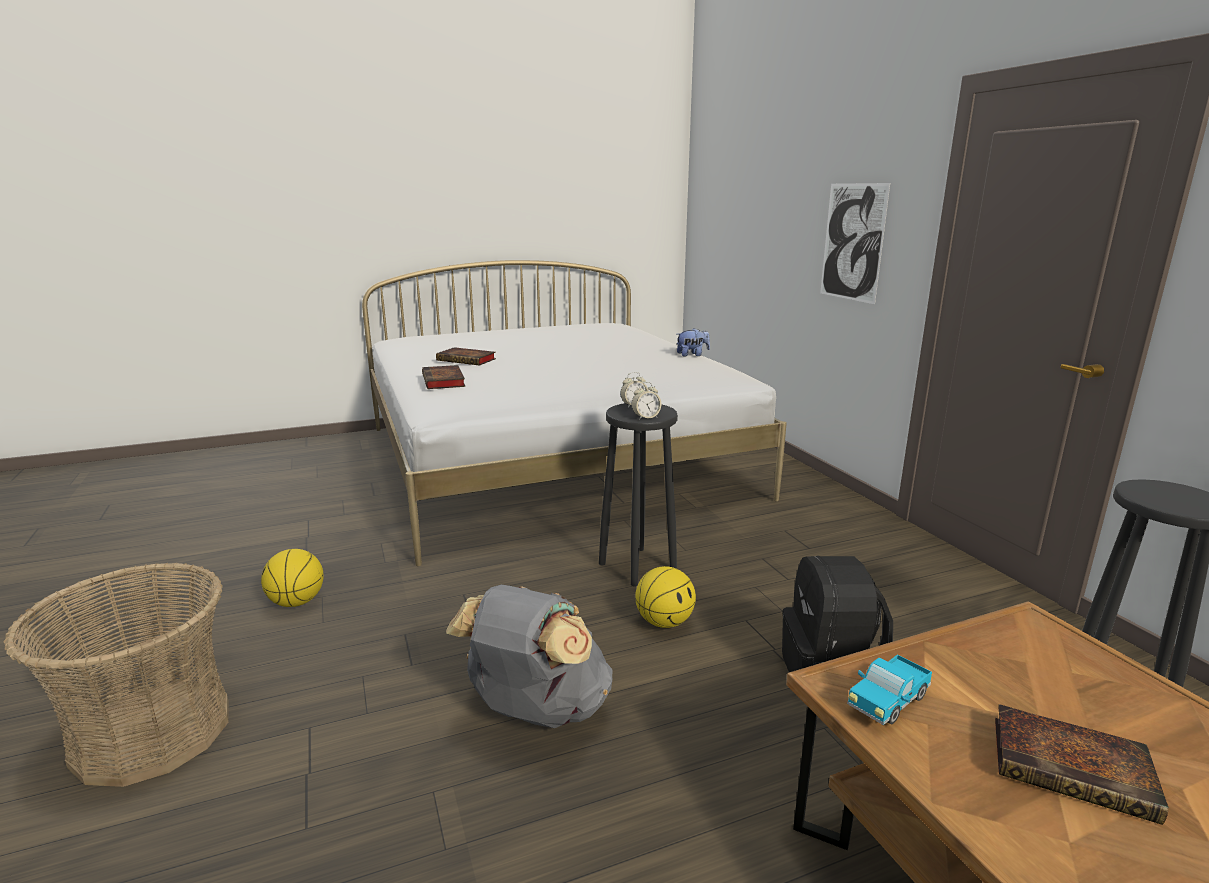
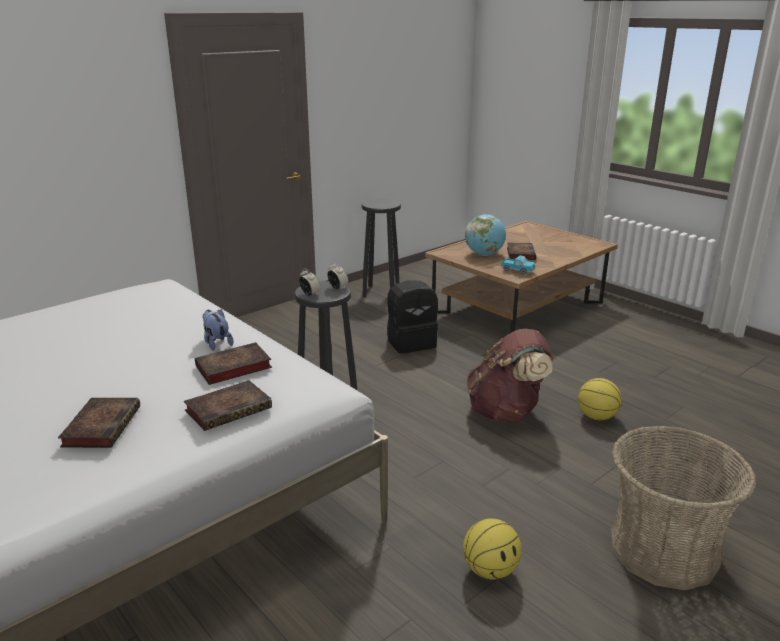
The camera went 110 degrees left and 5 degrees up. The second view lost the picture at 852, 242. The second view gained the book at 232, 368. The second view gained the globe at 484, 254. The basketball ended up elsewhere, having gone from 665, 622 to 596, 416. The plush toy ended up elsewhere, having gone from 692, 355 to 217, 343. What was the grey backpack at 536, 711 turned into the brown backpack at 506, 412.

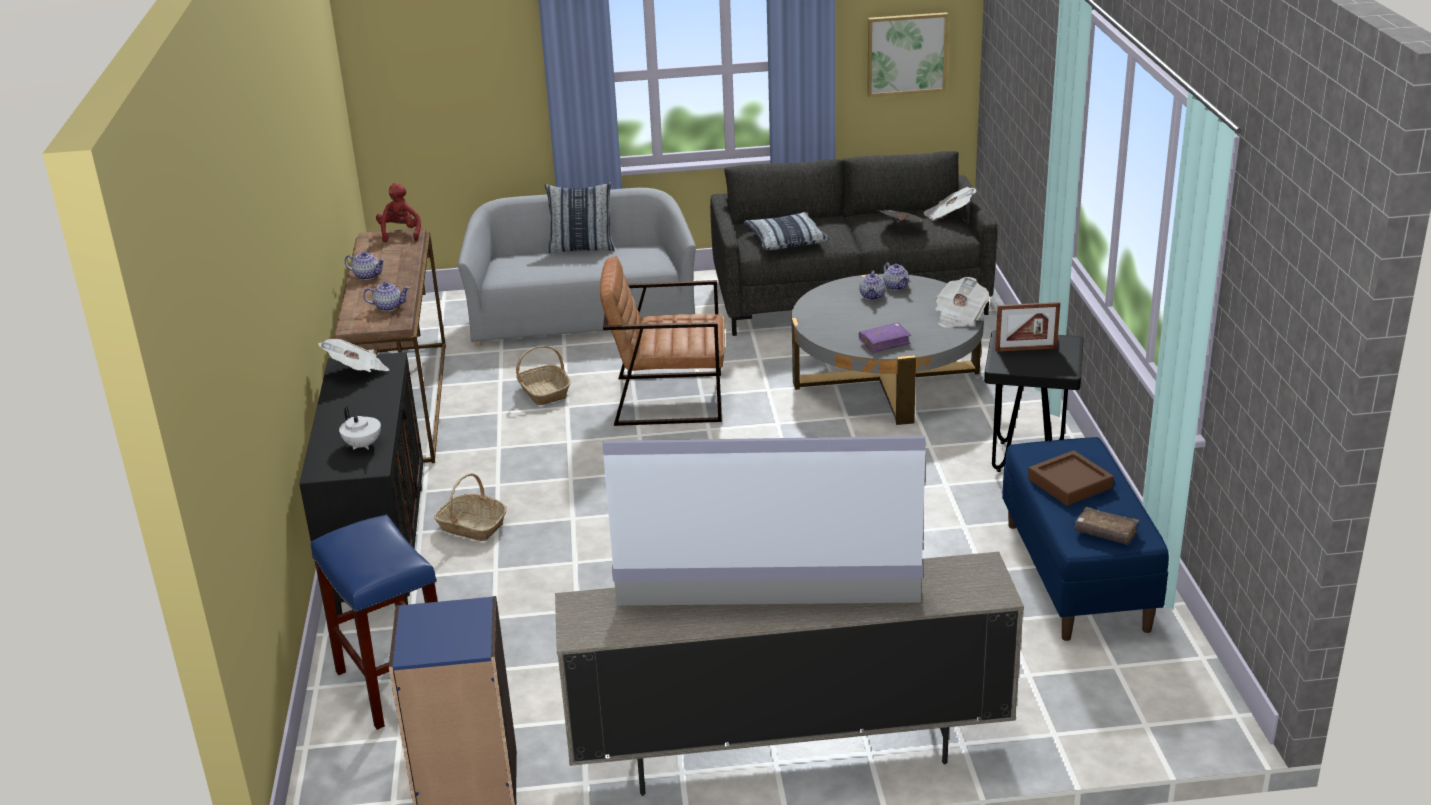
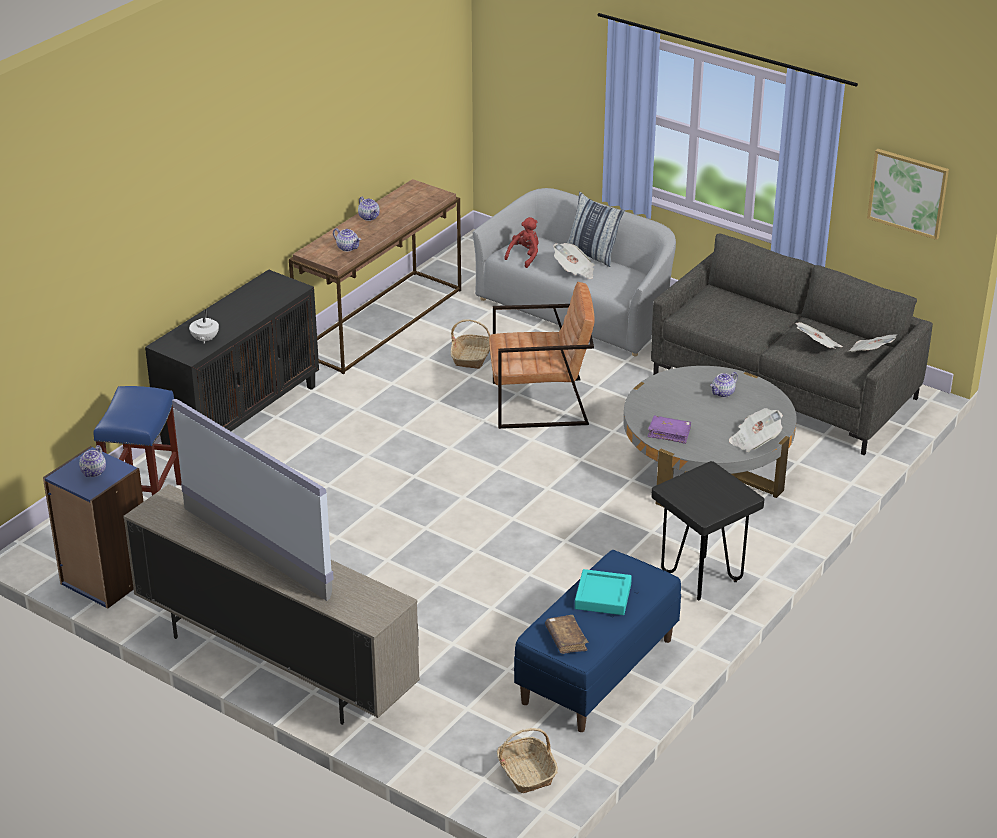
The camera went 40 degrees right and 5 degrees up. The second view lost the pillow at 786, 240. The second view lost the picture frame at 1026, 349. The newspaper ended up elsewhere, having gone from 357, 371 to 574, 271. The red plush toy ended up elsewhere, having gone from 400, 233 to 525, 256. The basket ended up elsewhere, having gone from 471, 526 to 526, 772. The teapot ended up elsewhere, having gone from 896, 286 to 94, 472. What was the brown tray at 1070, 483 turned into the turquoise tray at 603, 596. The brown armchair at 668, 398 ended up facing another way, 135 degrees clockwise from before.

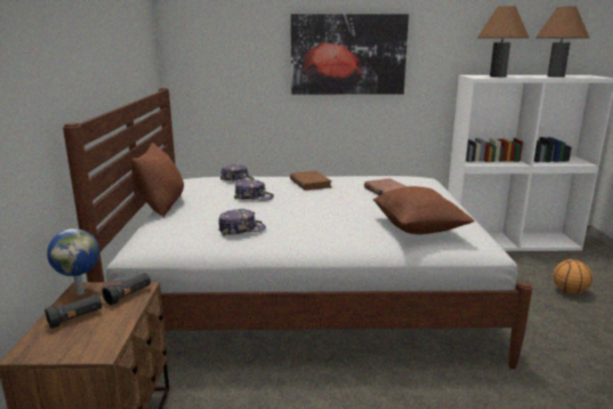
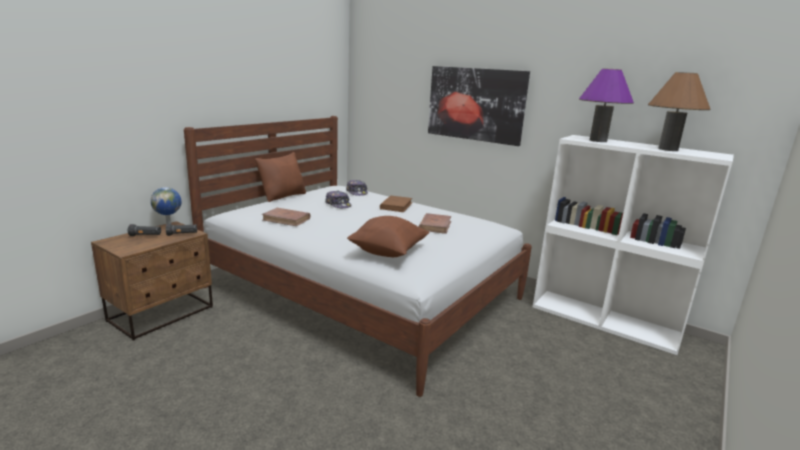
The camera went 35 degrees right and 0 degrees up. The second view lost the basketball at 570, 292. Where the cap stood at 241, 229, the brown book came to stand at 286, 219. What was the brown table lamp at 497, 76 turned into the purple table lamp at 598, 140.

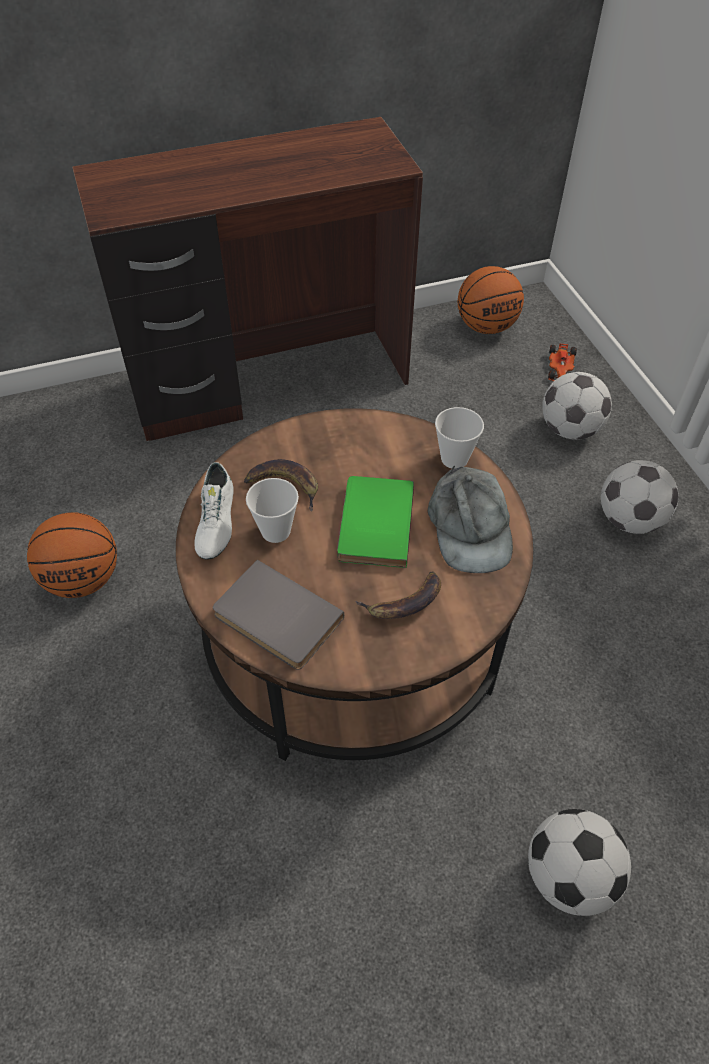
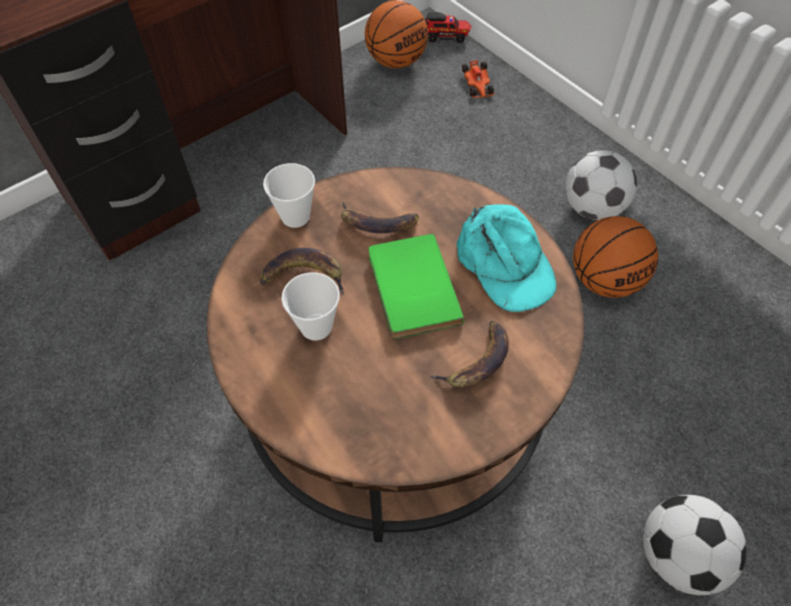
The camera went 20 degrees left and 5 degrees up. The second view lost the white shoe at 215, 523. The second view lost the grey book at 275, 619. The second view lost the football at 569, 429. The second view gained the banana at 376, 223. The second view gained the toy truck at 446, 36. The basketball ended up elsewhere, having gone from 83, 579 to 604, 280. The cup ended up elsewhere, having gone from 454, 459 to 295, 216. What was the grey cap at 469, 527 turned into the turquoise cap at 504, 264.

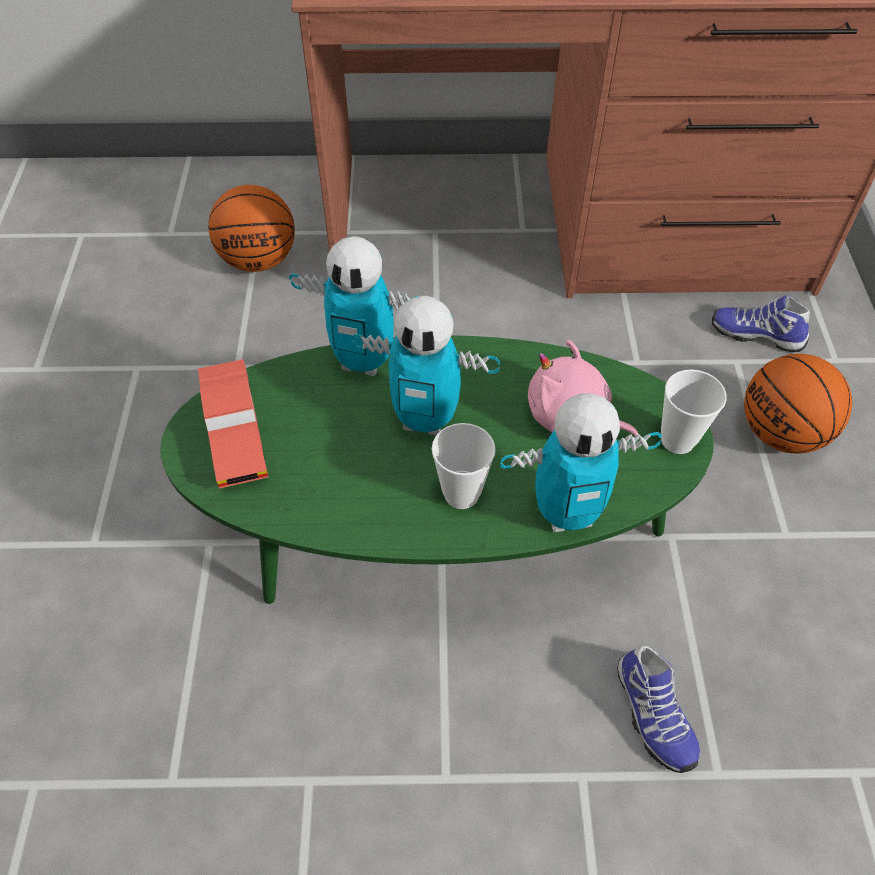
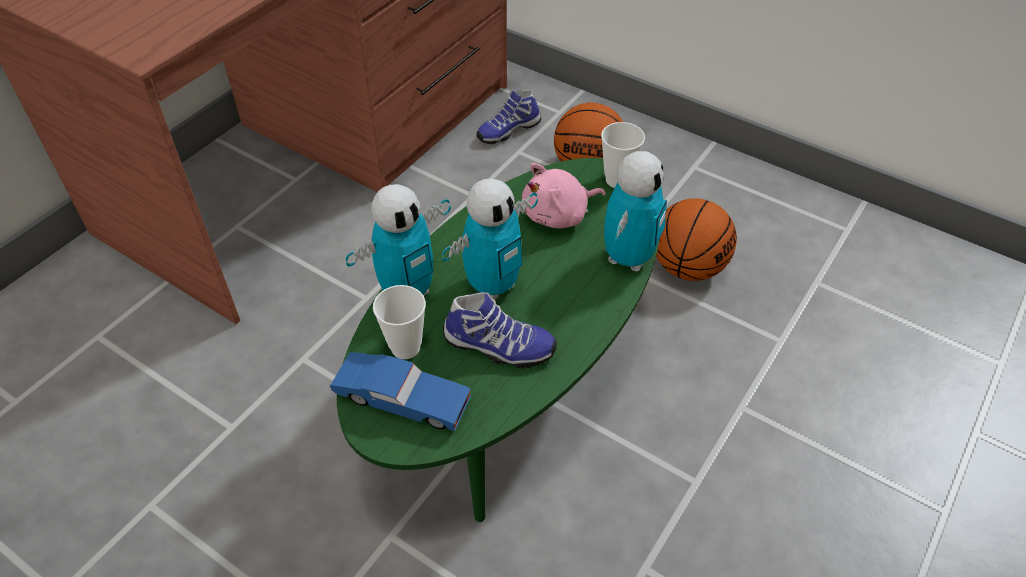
The camera went 55 degrees left and 5 degrees down. The basketball ended up elsewhere, having gone from 258, 260 to 687, 267. The cup ended up elsewhere, having gone from 461, 494 to 405, 347. The shoe ended up elsewhere, having gone from 651, 715 to 498, 347. What was the red toy car at 235, 433 turned into the blue toy car at 402, 401.

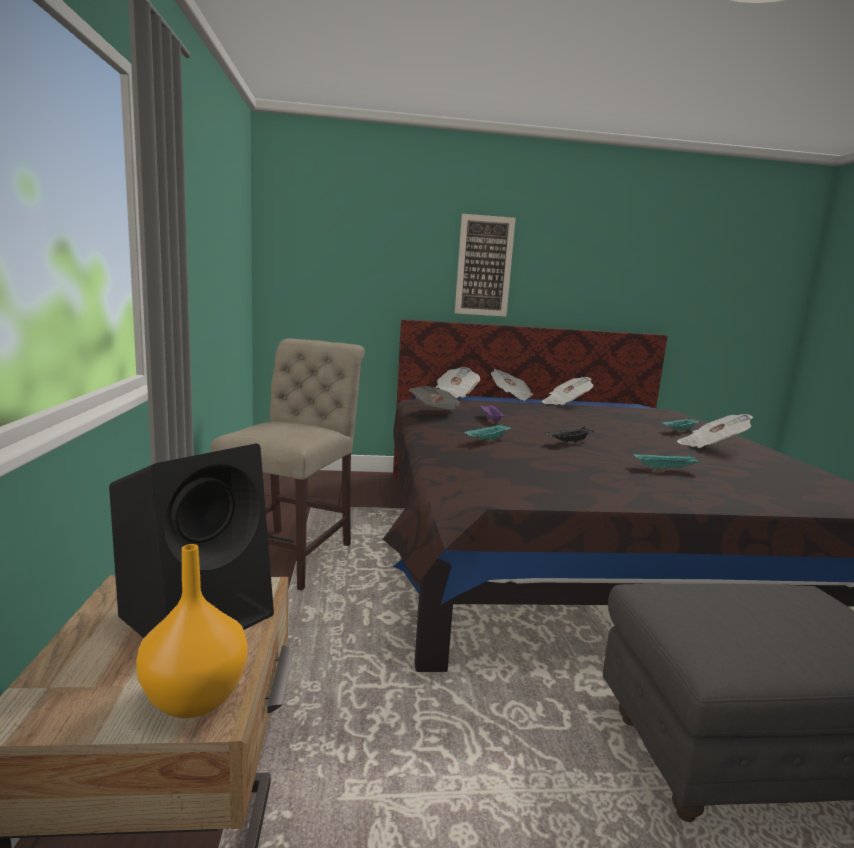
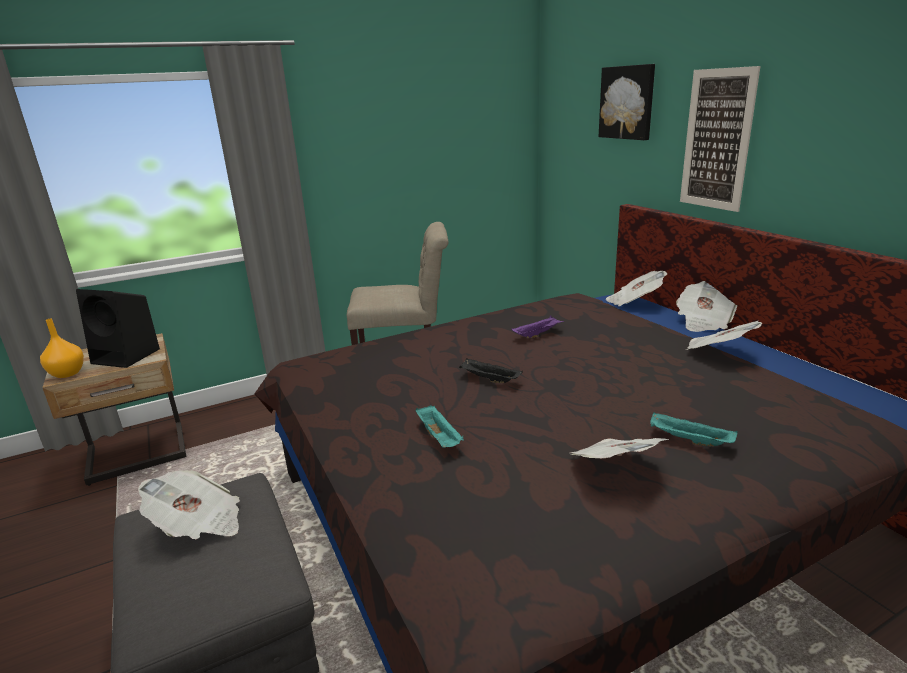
The camera went 70 degrees right and 10 degrees up. The second view lost the turquoise tray at 487, 441. The second view gained the picture at 627, 102. The newspaper ended up elsewhere, having gone from 435, 413 to 199, 525.

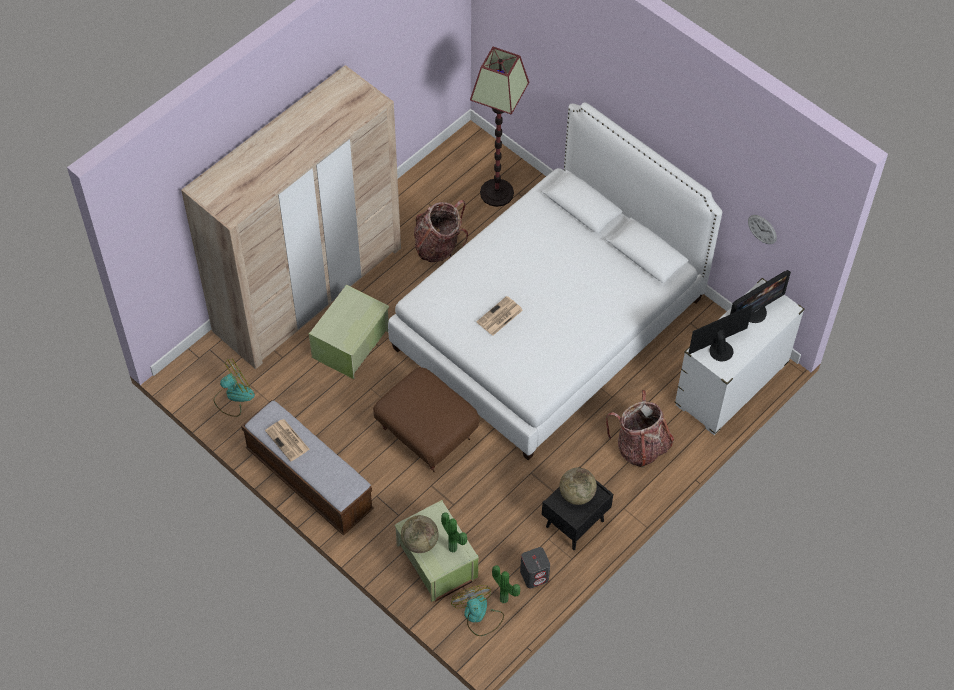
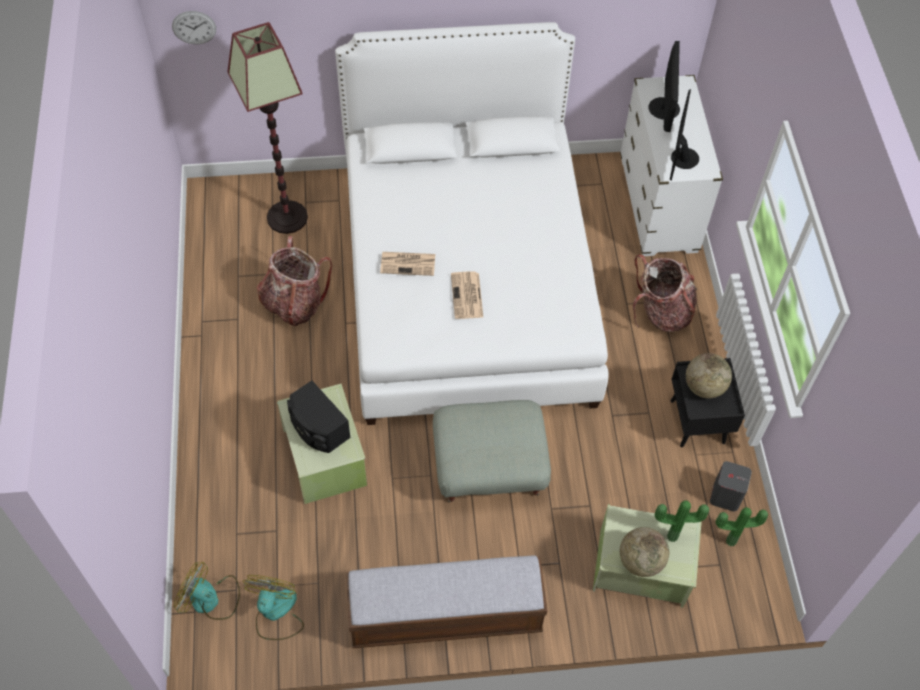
The camera went 50 degrees left and 0 degrees up. The second view lost the beige wardrobe at 308, 289. The second view gained the black speaker at 317, 428. The newspaper ended up elsewhere, having gone from 288, 440 to 408, 263. The fan ended up elsewhere, having gone from 478, 615 to 211, 599. The wall clock ended up elsewhere, having gone from 762, 229 to 194, 27. What was the brown ottoman at 427, 432 turned into the grey ottoman at 489, 467.

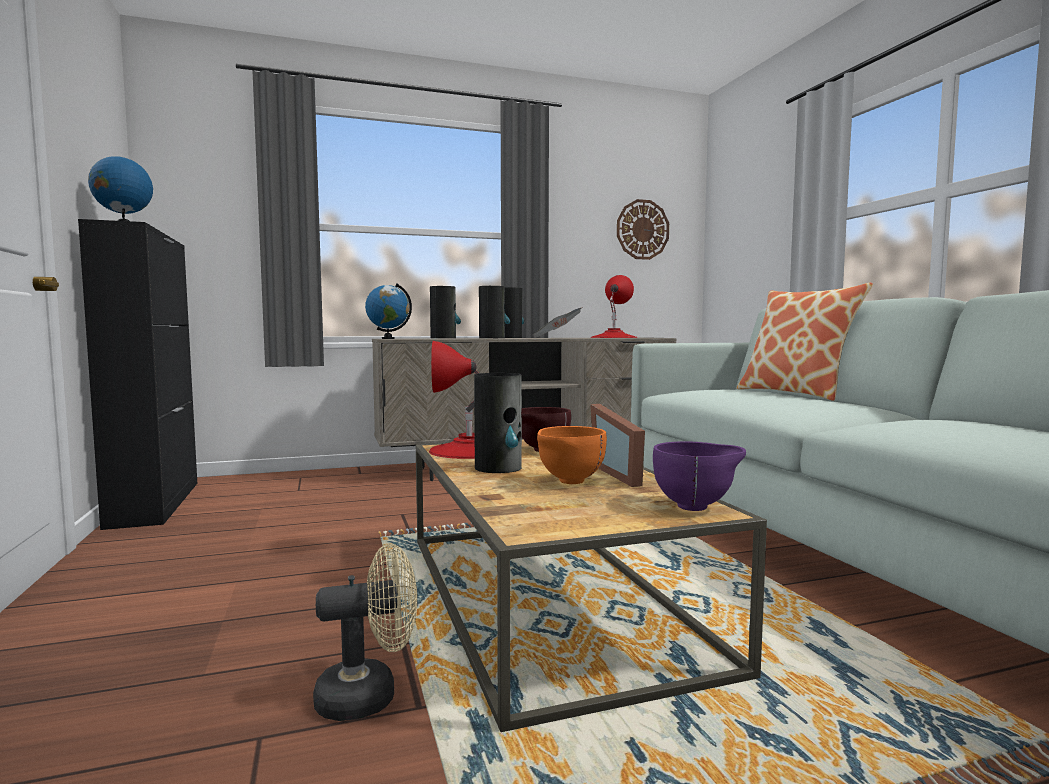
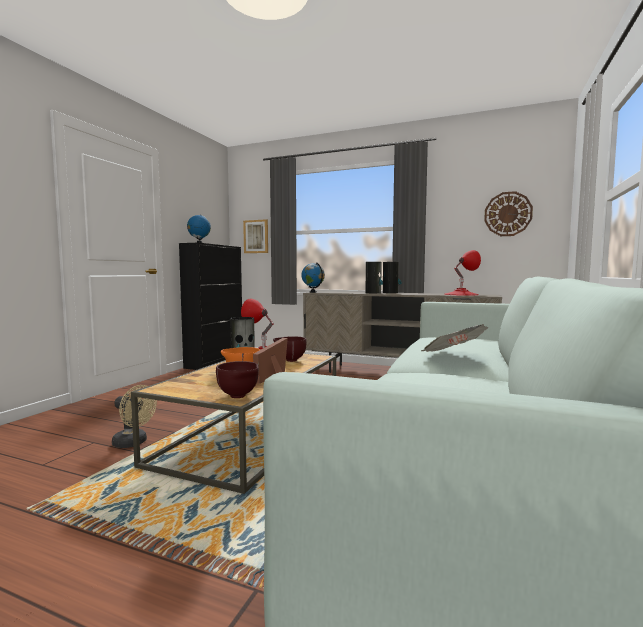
The camera went 40 degrees right and 0 degrees up. The second view lost the vase at 443, 338. The second view lost the pillow at 796, 393. The second view gained the picture at 256, 236. The newspaper ended up elsewhere, having gone from 556, 338 to 452, 356. What was the purple bowl at 697, 507 turned into the brown bowl at 239, 396.

